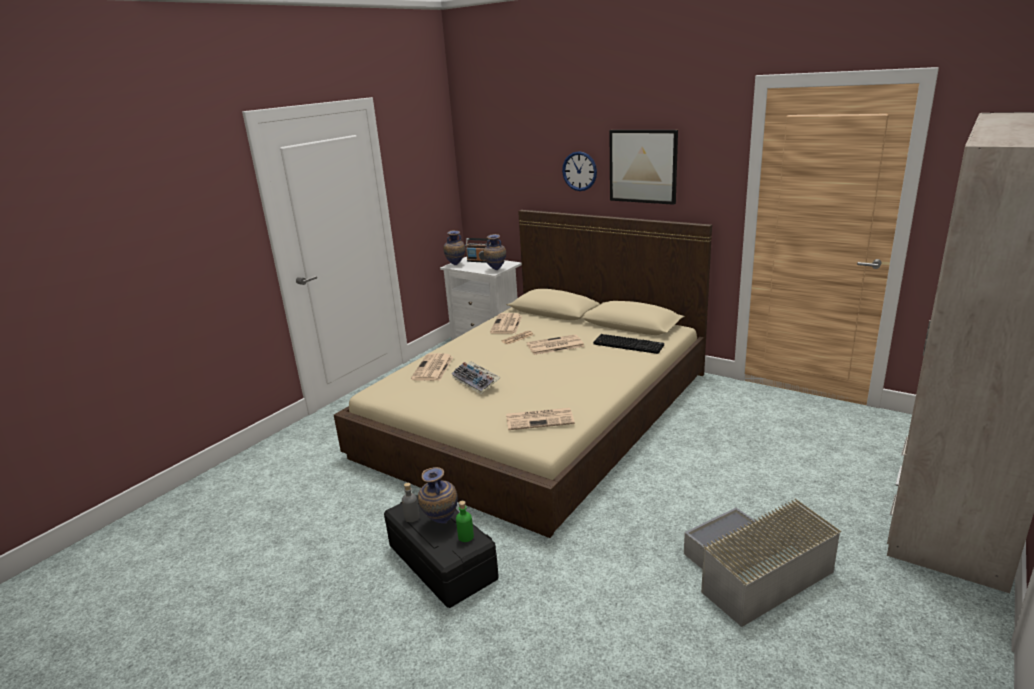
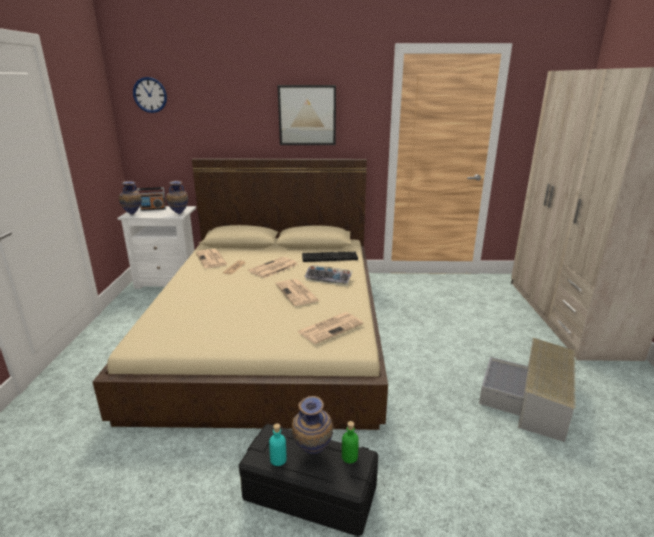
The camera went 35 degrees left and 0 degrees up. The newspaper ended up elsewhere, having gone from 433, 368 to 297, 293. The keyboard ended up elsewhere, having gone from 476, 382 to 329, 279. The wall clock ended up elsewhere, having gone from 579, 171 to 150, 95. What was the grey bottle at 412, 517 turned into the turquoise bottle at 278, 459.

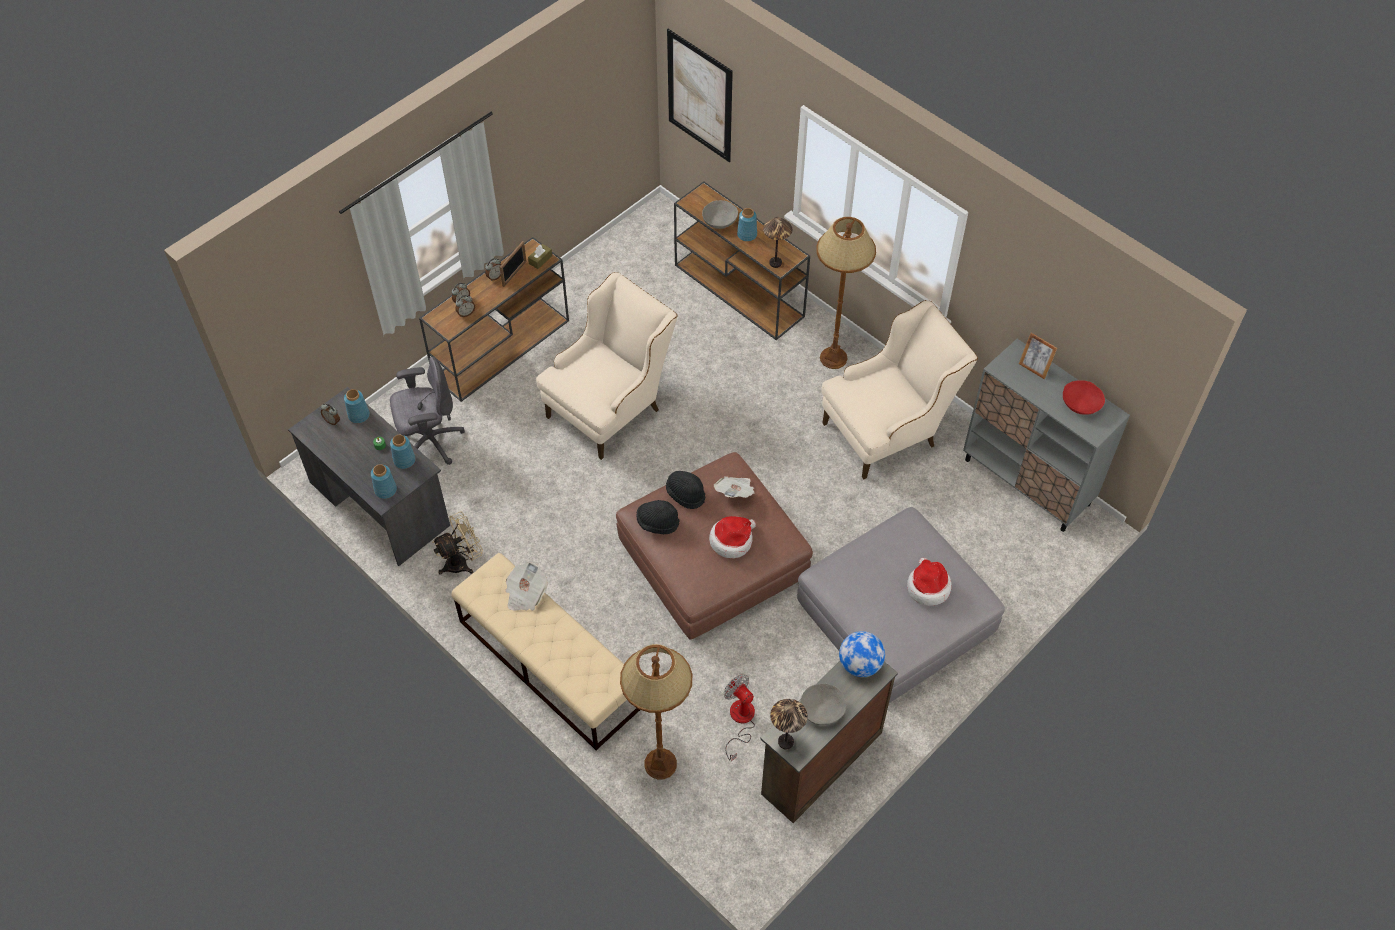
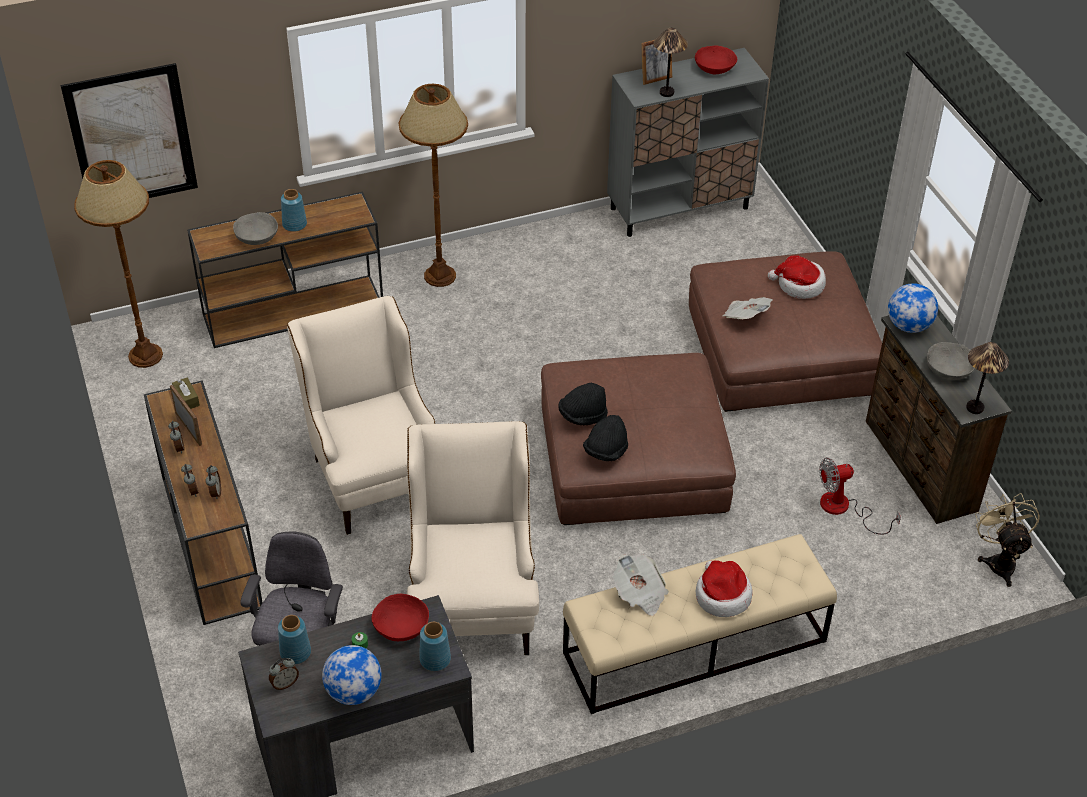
The camera went 65 degrees left and 10 degrees down. The second view gained the globe at 353, 692. The beige fan ended up elsewhere, having gone from 462, 562 to 999, 561. The brown floor lamp ended up elsewhere, having gone from 660, 764 to 146, 355. The hat ended up elsewhere, having gone from 732, 540 to 722, 596. The newspaper ended up elsewhere, having gone from 735, 493 to 745, 317. The table lamp ended up elsewhere, having gone from 775, 263 to 667, 93. The beige armchair ended up elsewhere, having gone from 888, 430 to 473, 596. Where the blue vase stood at 404, 461, the red bowl came to stand at 401, 626. What was the grey ottoman at 895, 616 turned into the brown ottoman at 780, 351.

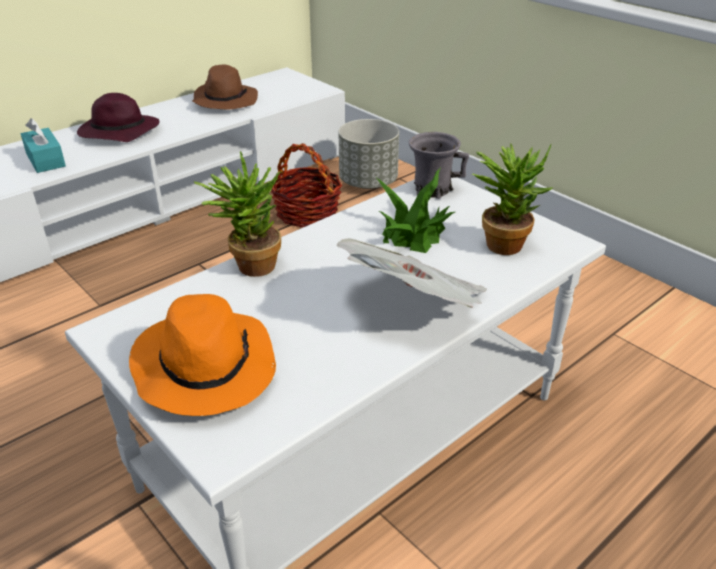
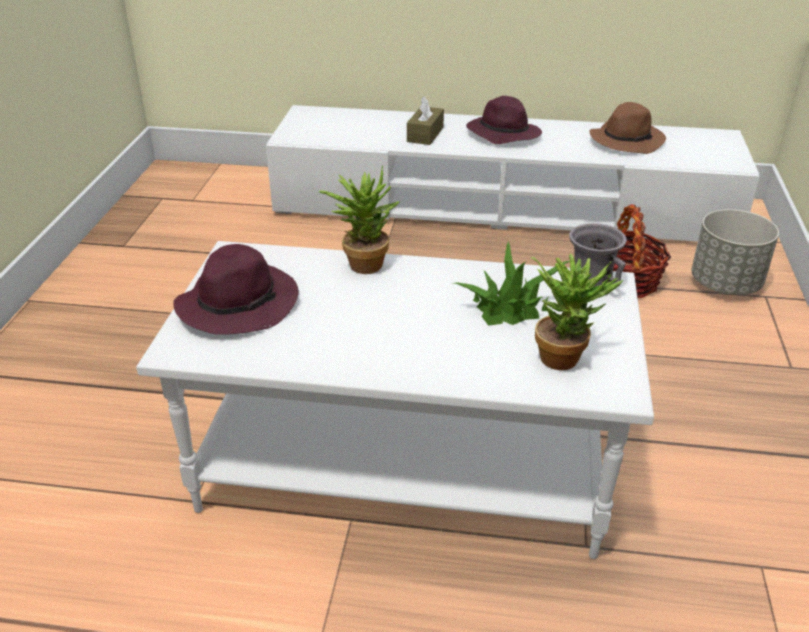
The camera went 50 degrees right and 0 degrees up. The second view lost the newspaper at 416, 305. What was the turquoise tissue box at 45, 160 turned into the brown tissue box at 425, 134. What was the orange hat at 204, 367 turned into the purple hat at 239, 303.

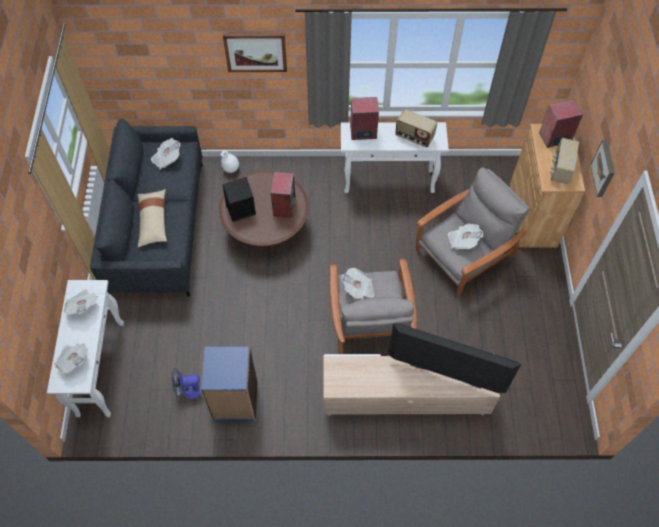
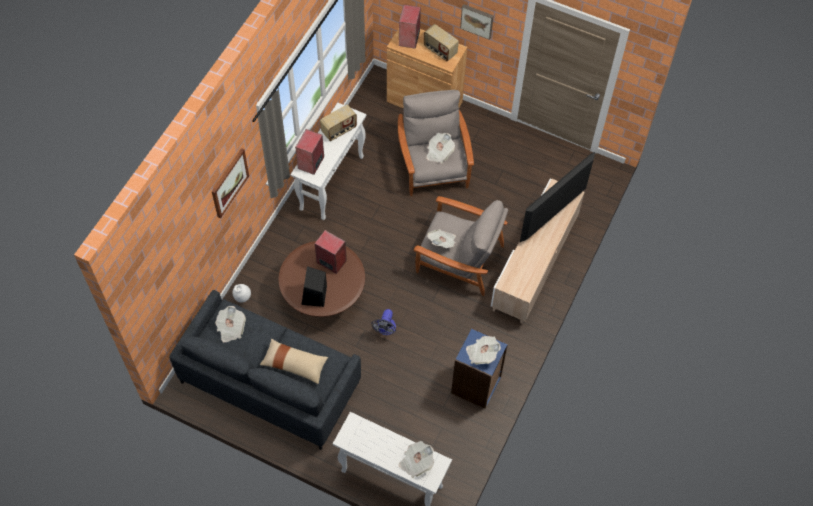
The camera went 65 degrees left and 0 degrees up. The newspaper ended up elsewhere, having gone from 83, 306 to 481, 353. The fan ended up elsewhere, having gone from 188, 389 to 385, 330.

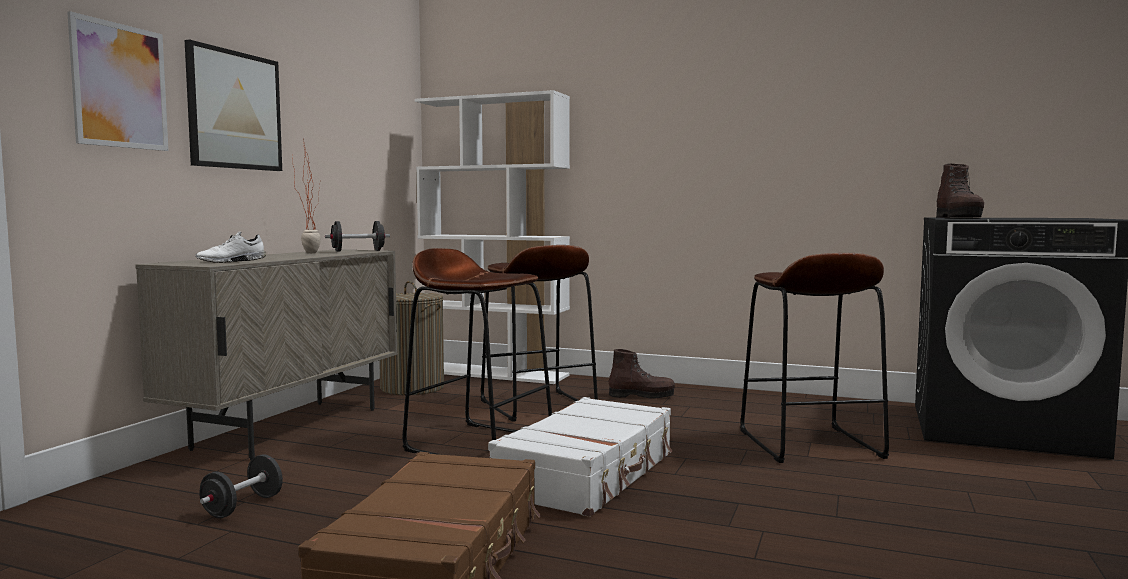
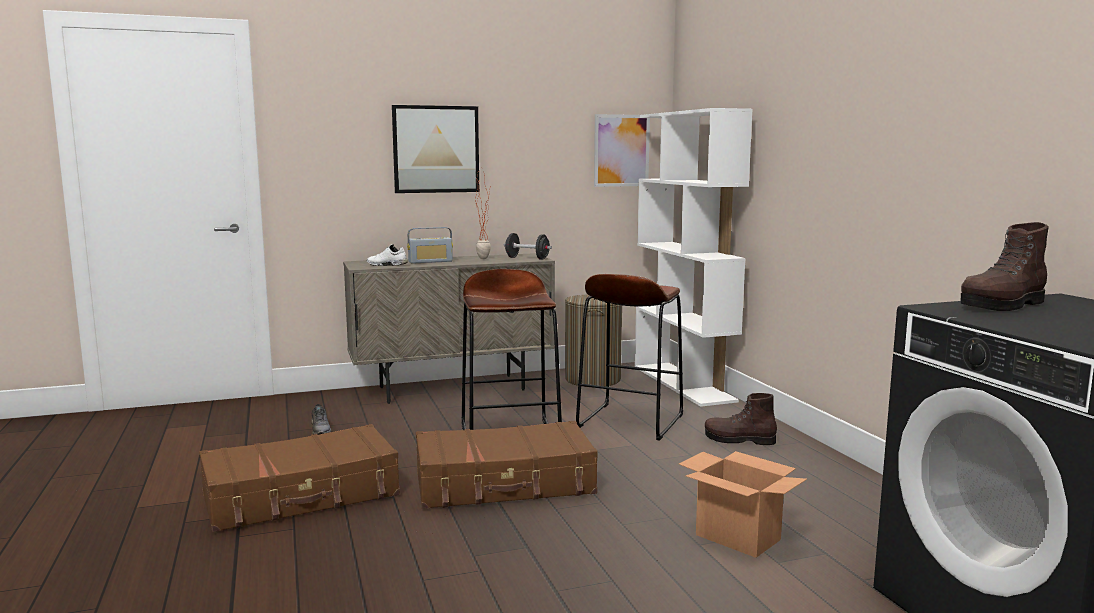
The camera went 50 degrees right and 5 degrees up. The second view gained the radio at 430, 261. The picture ended up elsewhere, having gone from 120, 86 to 621, 150. Where the black dumbbell stood at 243, 506, the grey shoe came to stand at 321, 429. Where the brown stool stood at 809, 444, the cardboard box came to stand at 736, 537. What was the white suitcase at 588, 474 turned into the brown suitcase at 505, 484. The brown boot at 641, 396 ended up facing another way, 135 degrees clockwise from before.

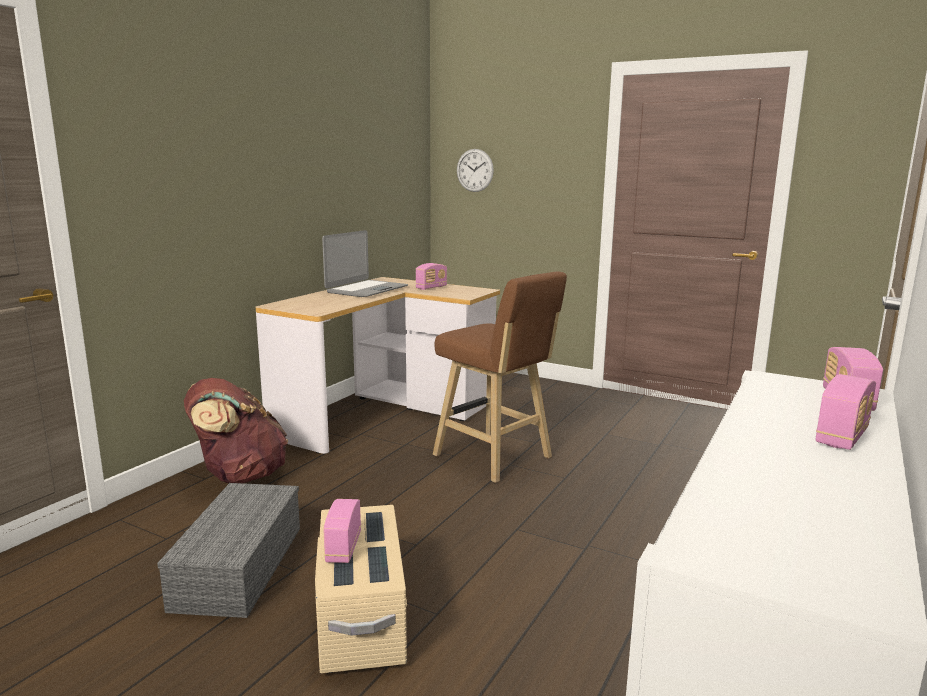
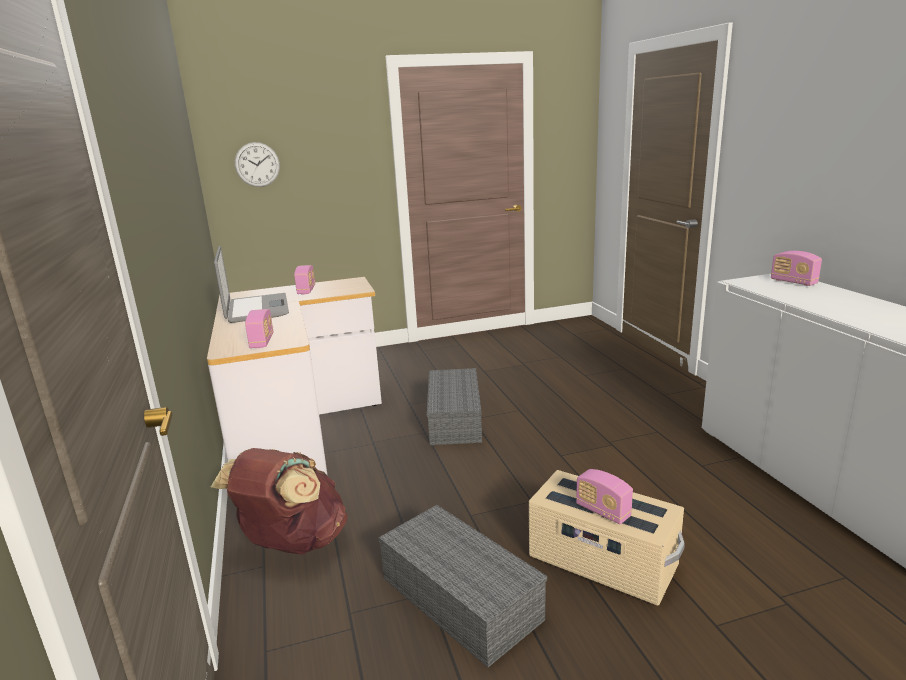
The camera went 45 degrees left and 5 degrees up. The radio ended up elsewhere, having gone from 842, 437 to 262, 342. Where the brown stool stood at 496, 458, the grey storage box came to stand at 456, 419.

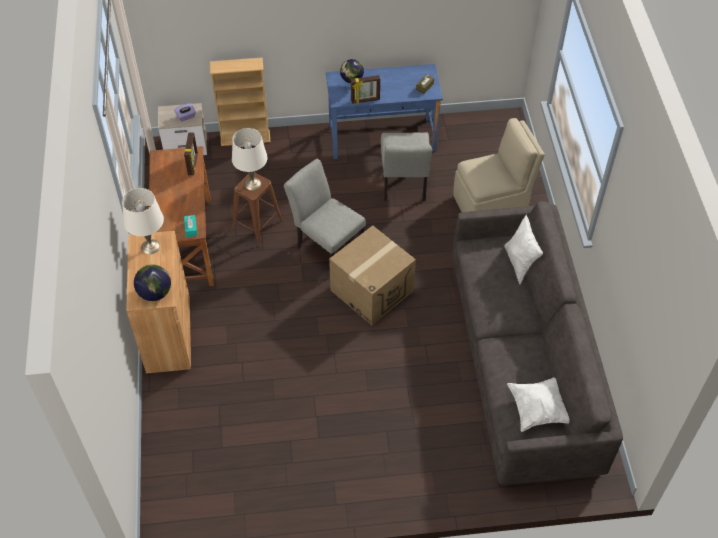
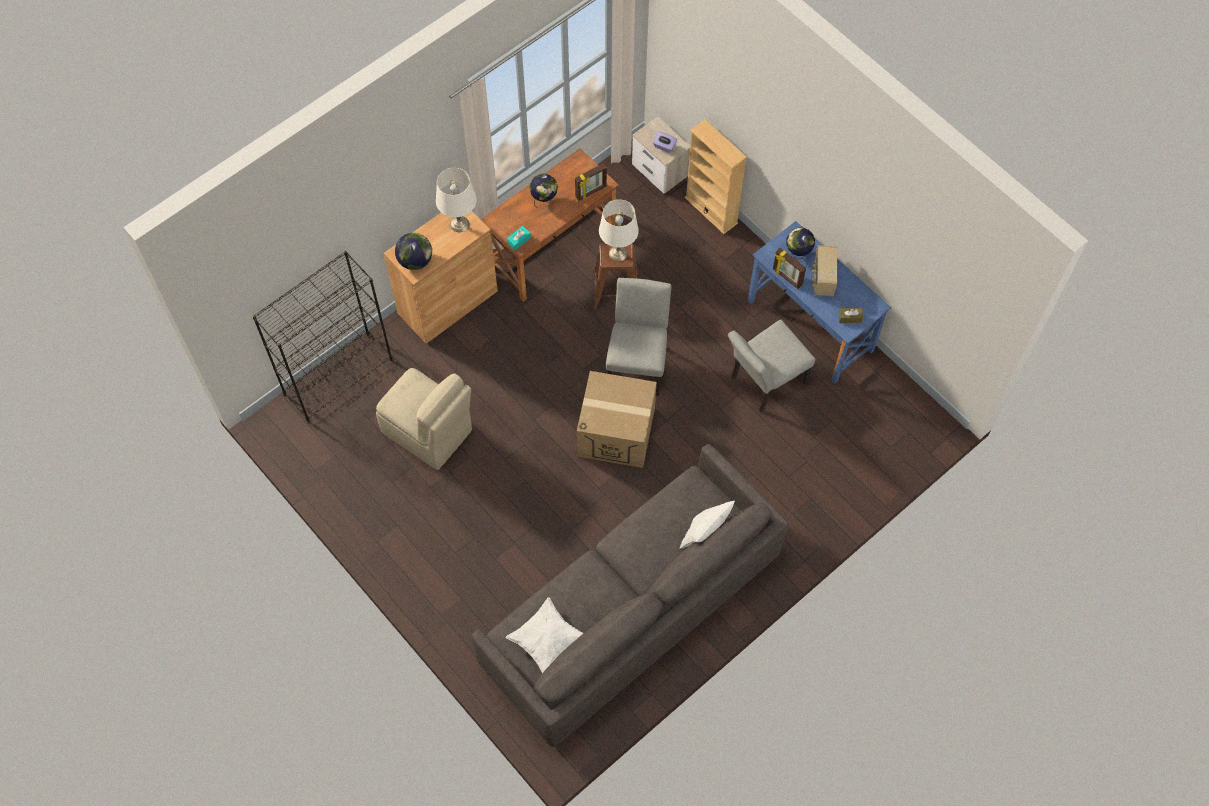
The camera went 55 degrees right and 10 degrees up. The second view gained the black bookcase at 339, 377. The second view gained the globe at 544, 199. The second view gained the radio at 822, 279. The beige chair ended up elsewhere, having gone from 491, 204 to 428, 433.

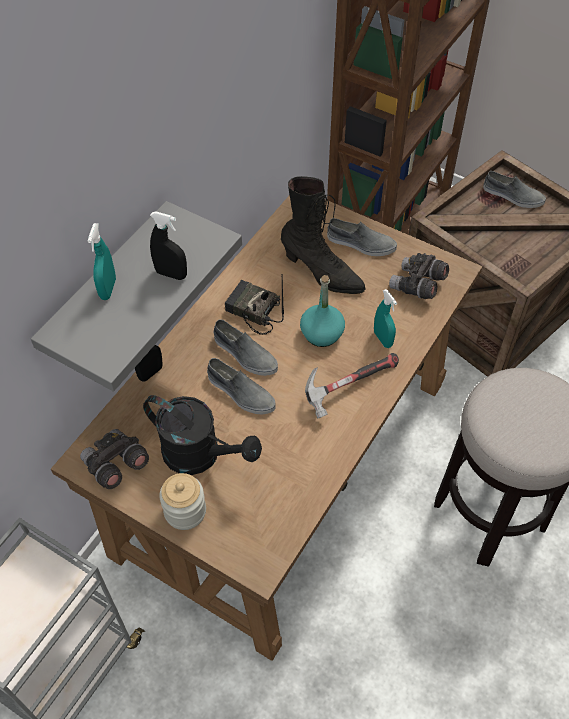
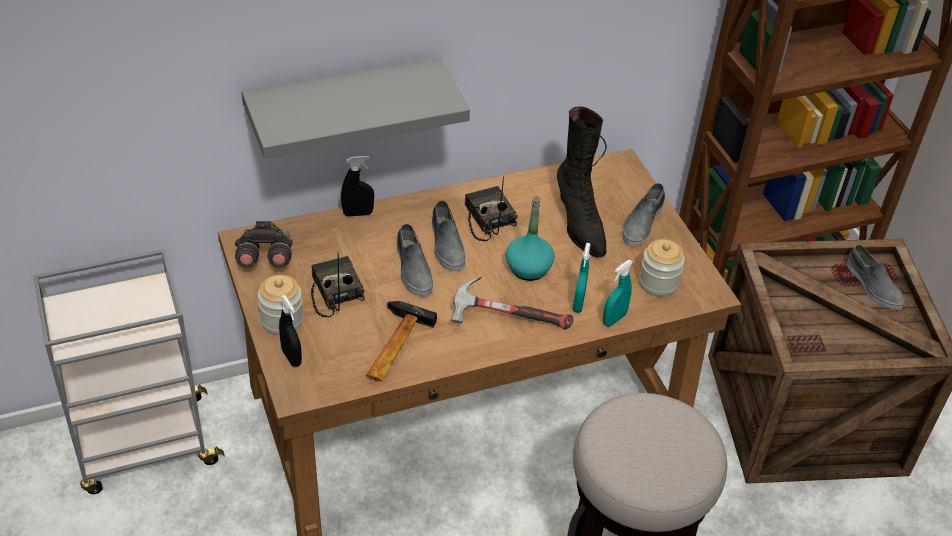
The camera went 35 degrees right and 10 degrees down. The second view gained the hammer at 392, 346. The turquoise spray bottle ended up elsewhere, having gone from 108, 289 to 614, 319. The black spray bottle ended up elsewhere, having gone from 171, 274 to 291, 357. Where the black watering can stood at 200, 455, the radio came to stand at 334, 291. Where the grey binoculars stood at 417, 286, the jar came to stand at 658, 283. The grey shoe at 361, 243 ended up facing another way, 60 degrees clockwise from before.

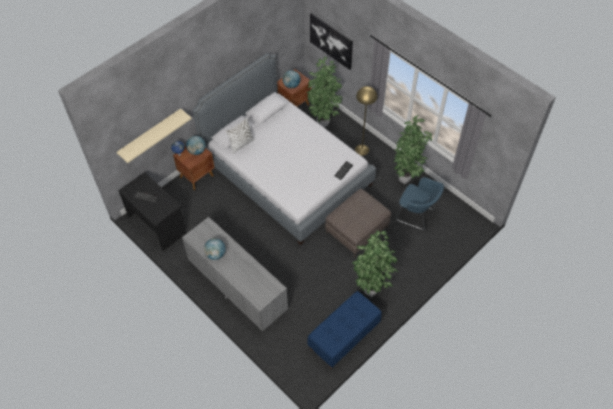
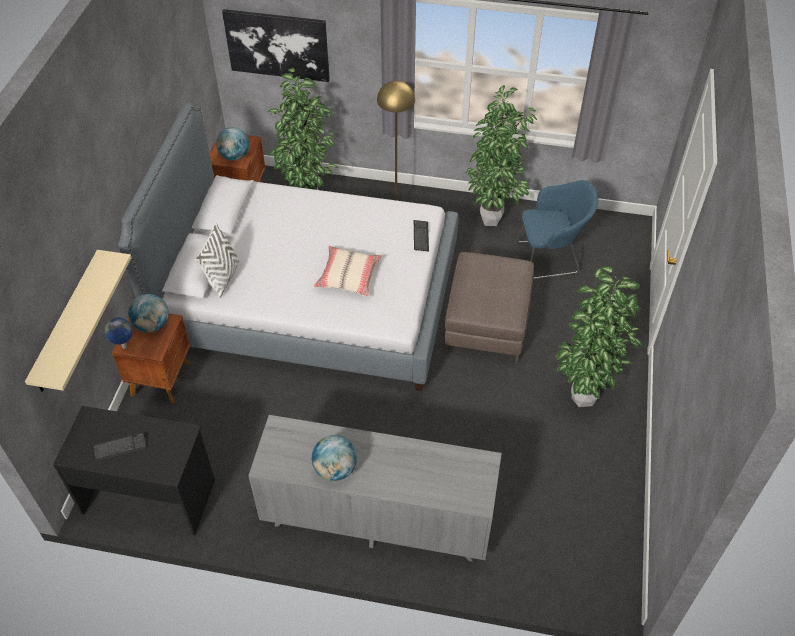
The camera went 35 degrees left and 5 degrees down. The second view lost the blue bench at 344, 337. The second view gained the beige pillow at 348, 276.

